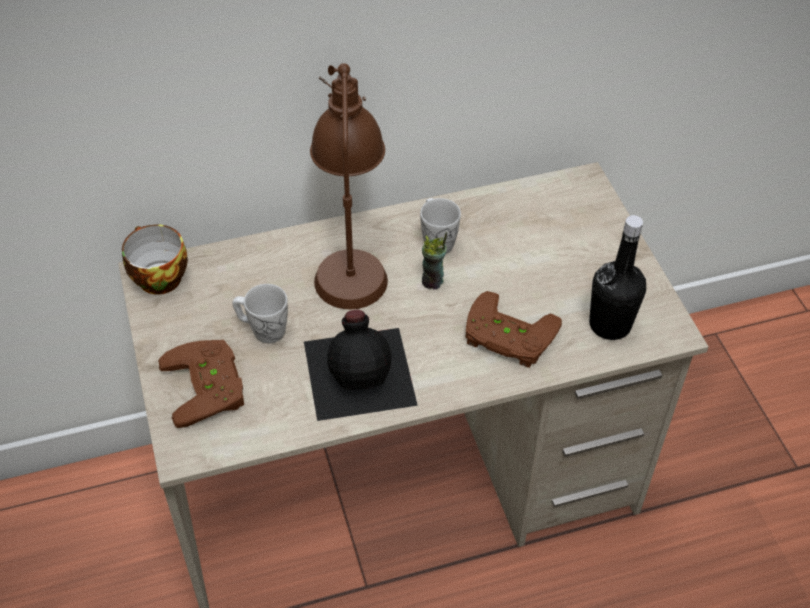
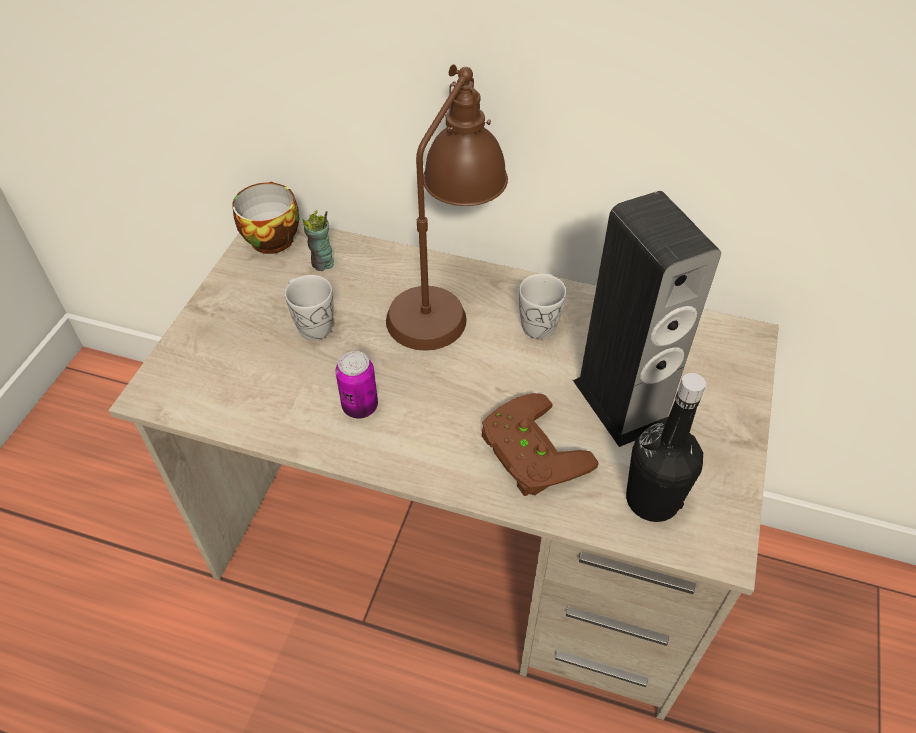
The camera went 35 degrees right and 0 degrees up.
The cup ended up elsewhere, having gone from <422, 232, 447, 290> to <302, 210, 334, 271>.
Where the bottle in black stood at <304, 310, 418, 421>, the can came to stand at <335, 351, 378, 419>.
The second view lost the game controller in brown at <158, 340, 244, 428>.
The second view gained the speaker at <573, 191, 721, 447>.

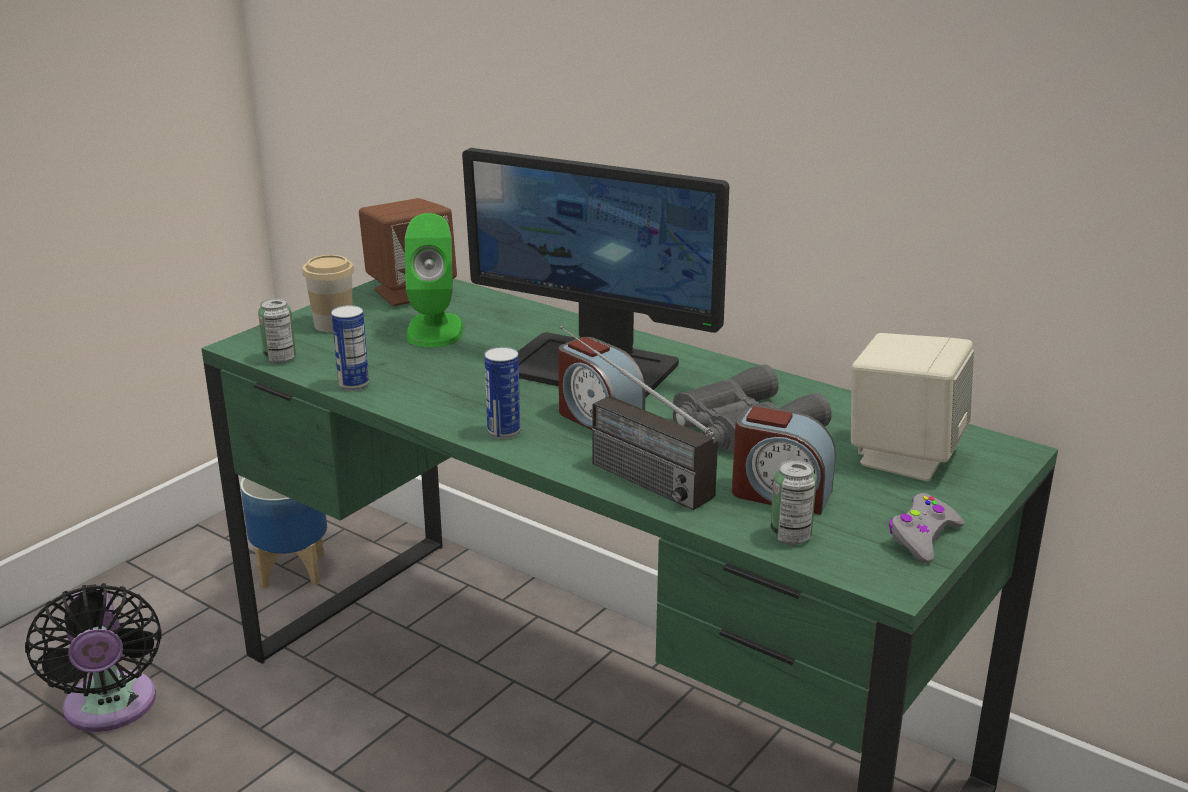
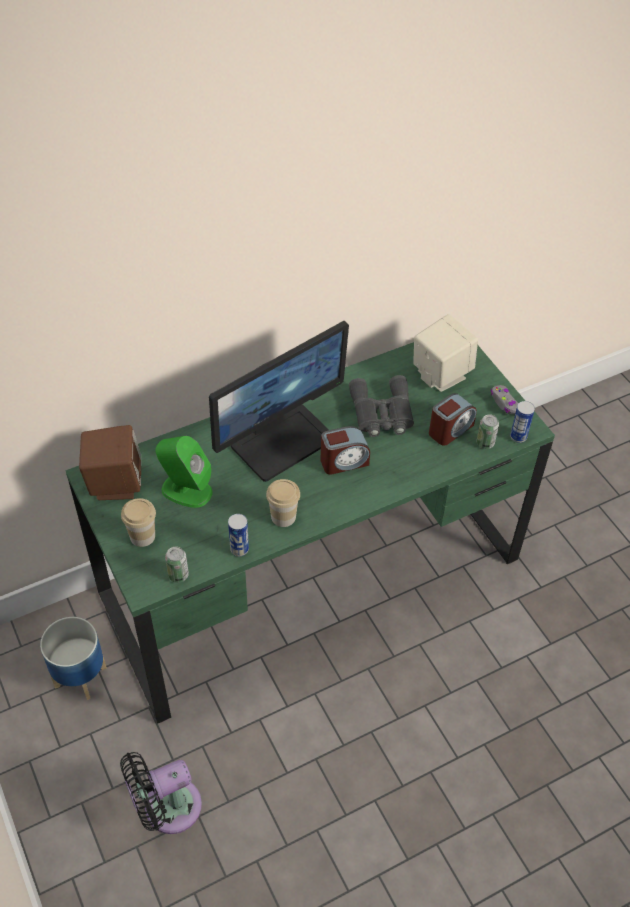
The camera went 65 degrees left and 25 degrees up.
The second view lost the radio at <560, 326, 718, 510>.
The can ended up elsewhere, having gone from <484, 347, 521, 439> to <510, 401, 535, 443>.
The fan in black at <25, 583, 162, 732> ended up facing another way, 150 degrees clockwise from before.
The second view gained the cup at <266, 479, 300, 527>.

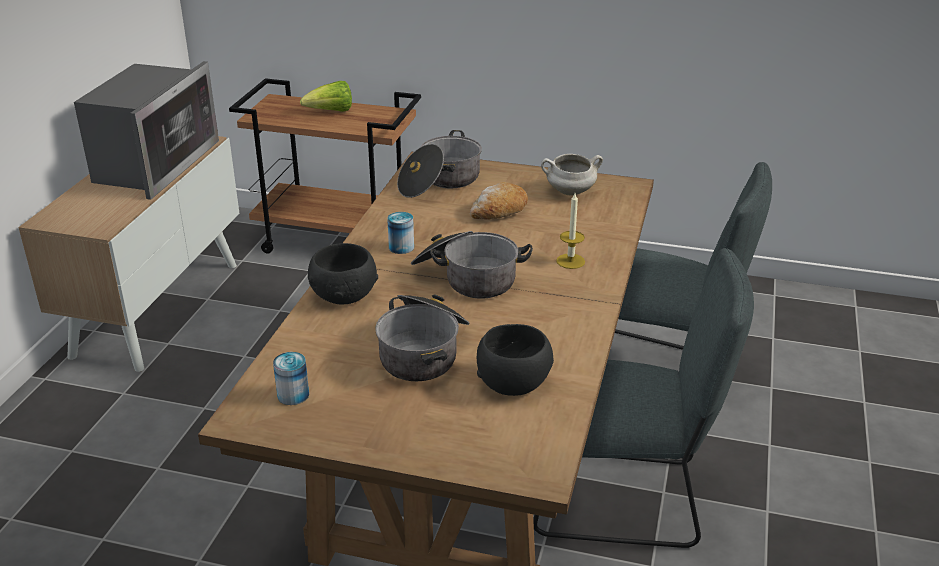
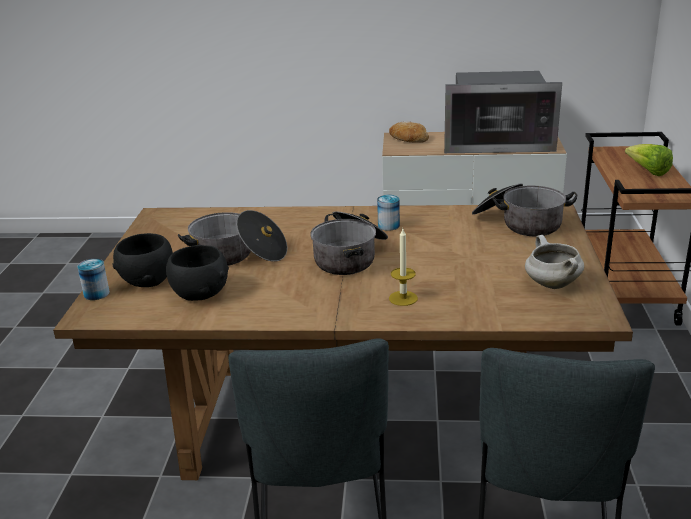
The camera went 80 degrees right and 5 degrees down.
The bread ended up elsewhere, having gone from <470, 182, 528, 220> to <389, 121, 429, 143>.
The bowl in black ended up elsewhere, having gone from <308, 243, 378, 305> to <112, 233, 173, 287>.
The can ended up elsewhere, having gone from <273, 352, 309, 405> to <77, 259, 110, 300>.

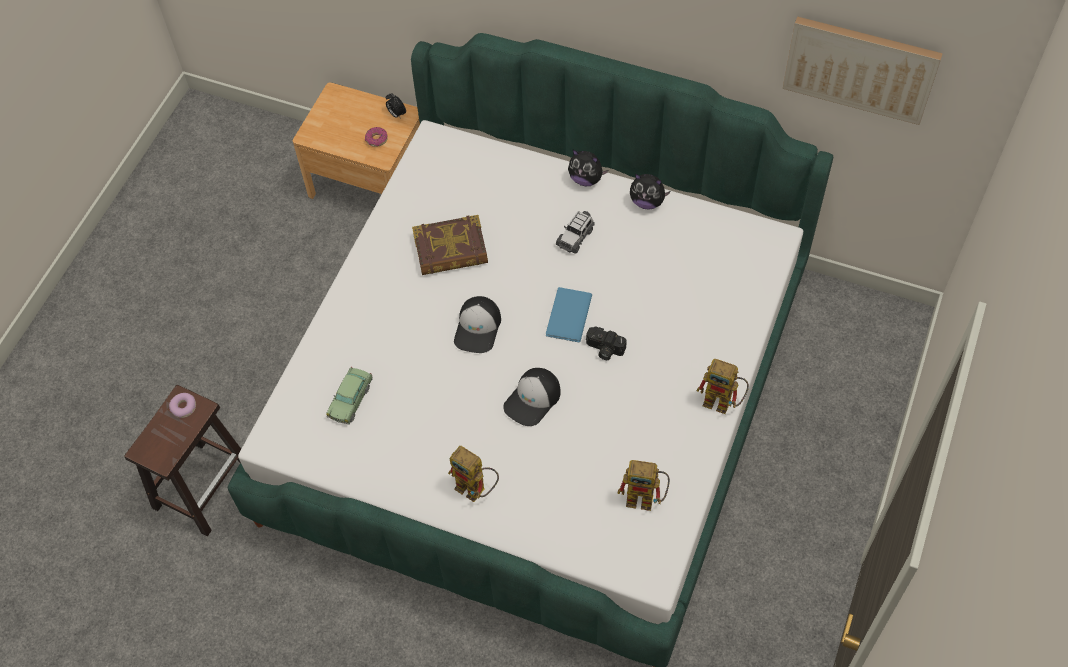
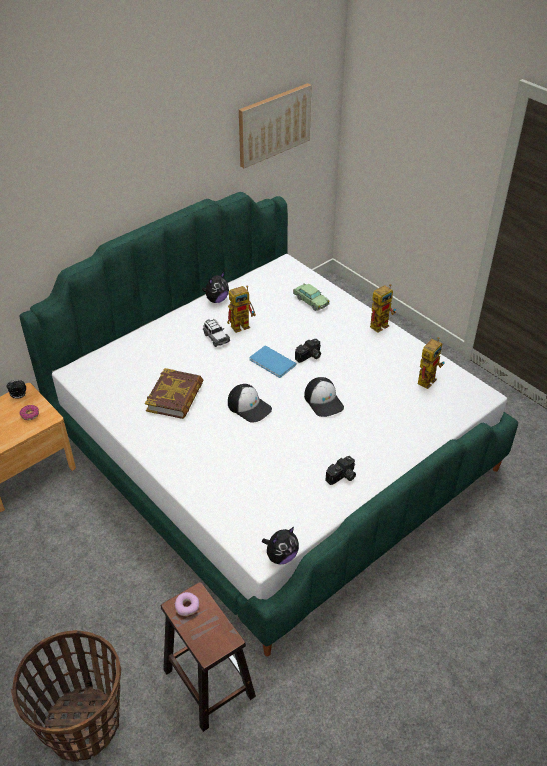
The camera went 65 degrees left and 15 degrees down.
The plush toy ended up elsewhere, having gone from <568, 150, 608, 186> to <262, 527, 299, 565>.
The toy car ended up elsewhere, having gone from <326, 367, 373, 425> to <293, 283, 330, 311>.
The toy robot ended up elsewhere, having gone from <448, 446, 499, 502> to <227, 286, 256, 333>.
The second view gained the photo camera at <326, 456, 356, 485>.
The second view gained the basket at <11, 630, 121, 762>.

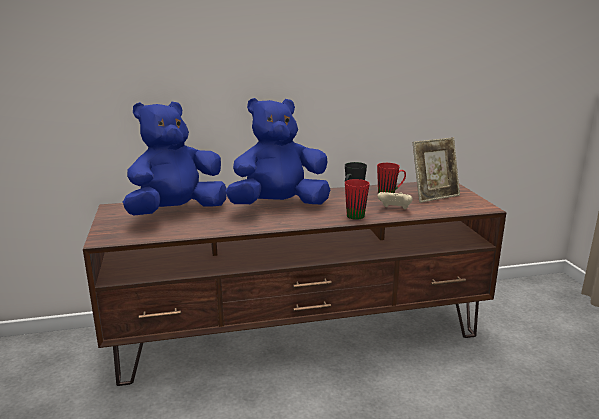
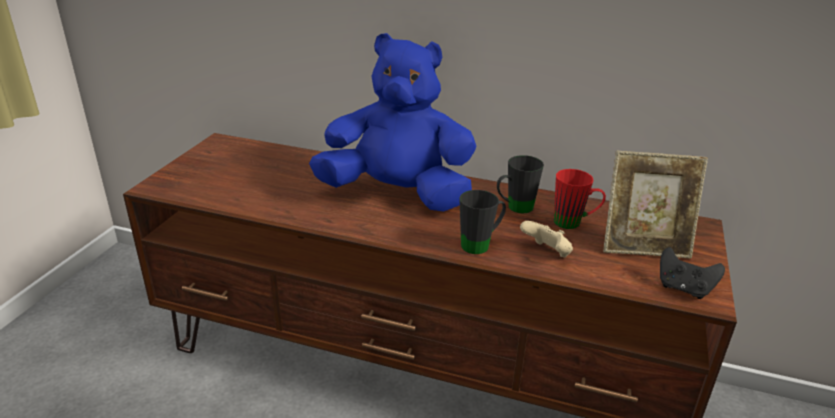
The camera went 30 degrees right and 10 degrees up.
The second view lost the plush toy in blue at <123, 102, 227, 215>.
What was the mug in red at <345, 179, 370, 220> turned into the mug in black at <459, 190, 506, 254>.
The second view gained the game controller in black at <660, 247, 725, 299>.

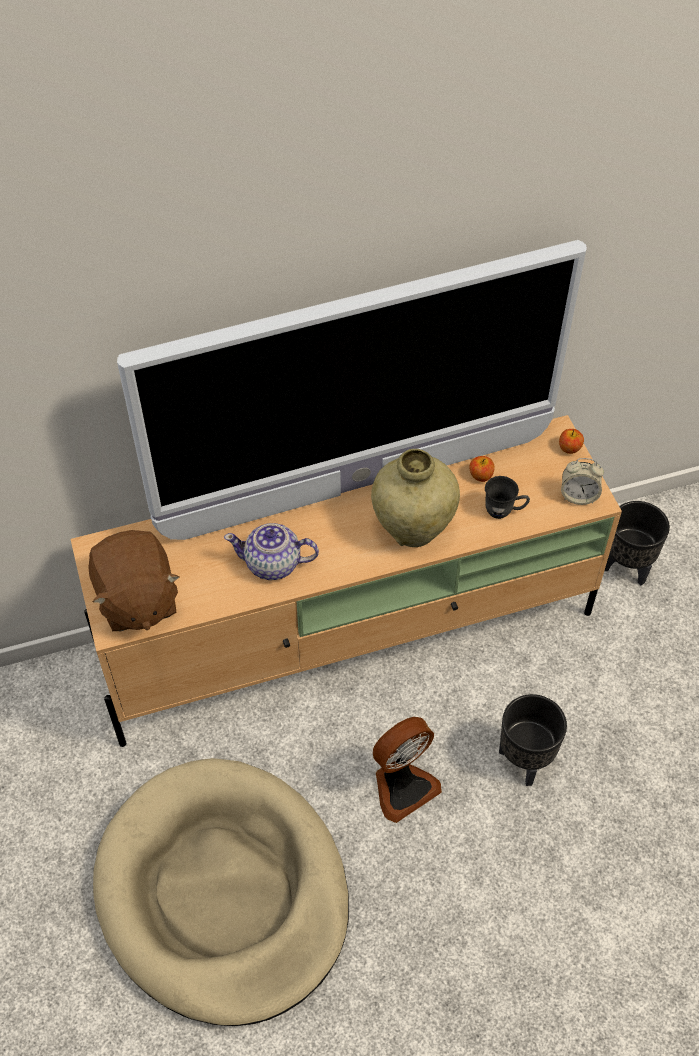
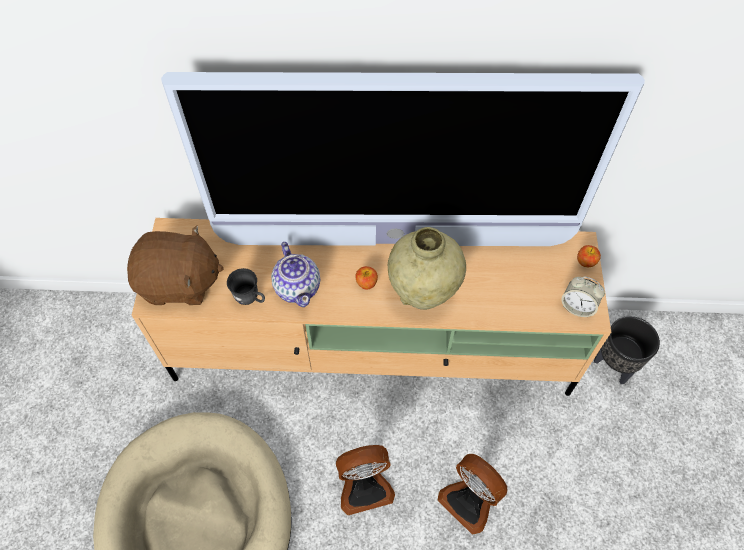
The camera went 20 degrees right and 5 degrees up.
The apple ended up elsewhere, having gone from <469, 456, 495, 482> to <356, 266, 378, 290>.
The mug in grey ended up elsewhere, having gone from <485, 476, 530, 519> to <227, 268, 265, 305>.
The teapot at <224, 523, 319, 580> ended up facing another way, 135 degrees counterclockwise from before.
The plush toy in brown at <88, 530, 179, 631> ended up facing another way, 90 degrees counterclockwise from before.
Where the planter in black stood at <499, 694, 567, 786>, the fan came to stand at <437, 454, 508, 535>.

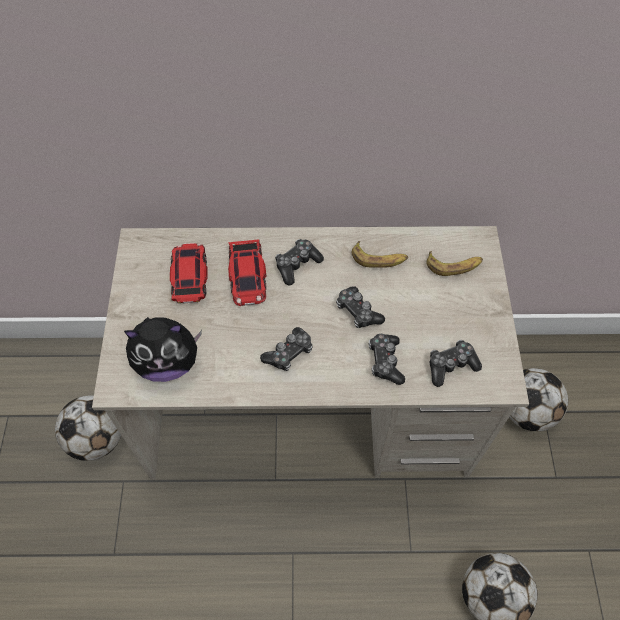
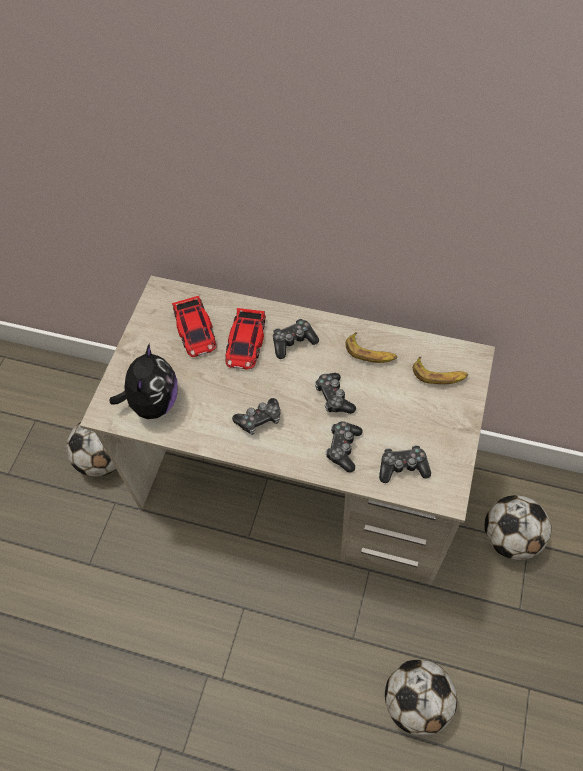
The camera went 20 degrees right and 0 degrees up.
The toy car at <170, 243, 208, 303> ended up facing another way, 150 degrees clockwise from before.
The plush toy at <124, 317, 202, 382> ended up facing another way, 90 degrees counterclockwise from before.

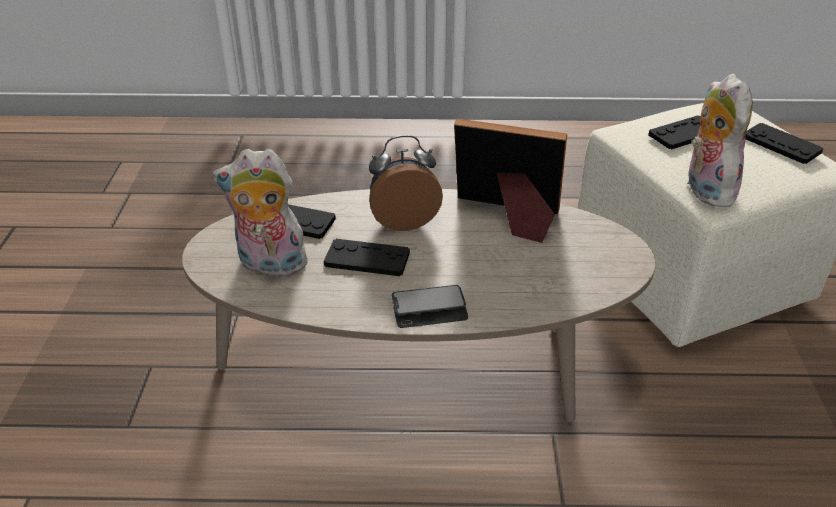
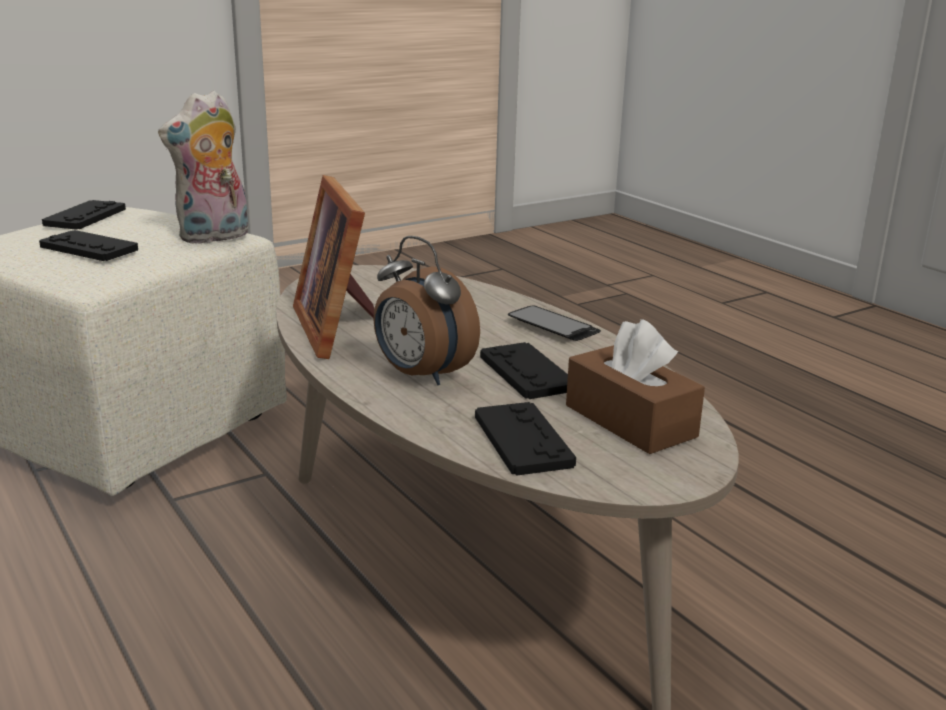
The camera went 125 degrees left and 15 degrees down.
Where the plush toy stood at <213, 149, 310, 278>, the tissue box in brown came to stand at <566, 319, 705, 454>.

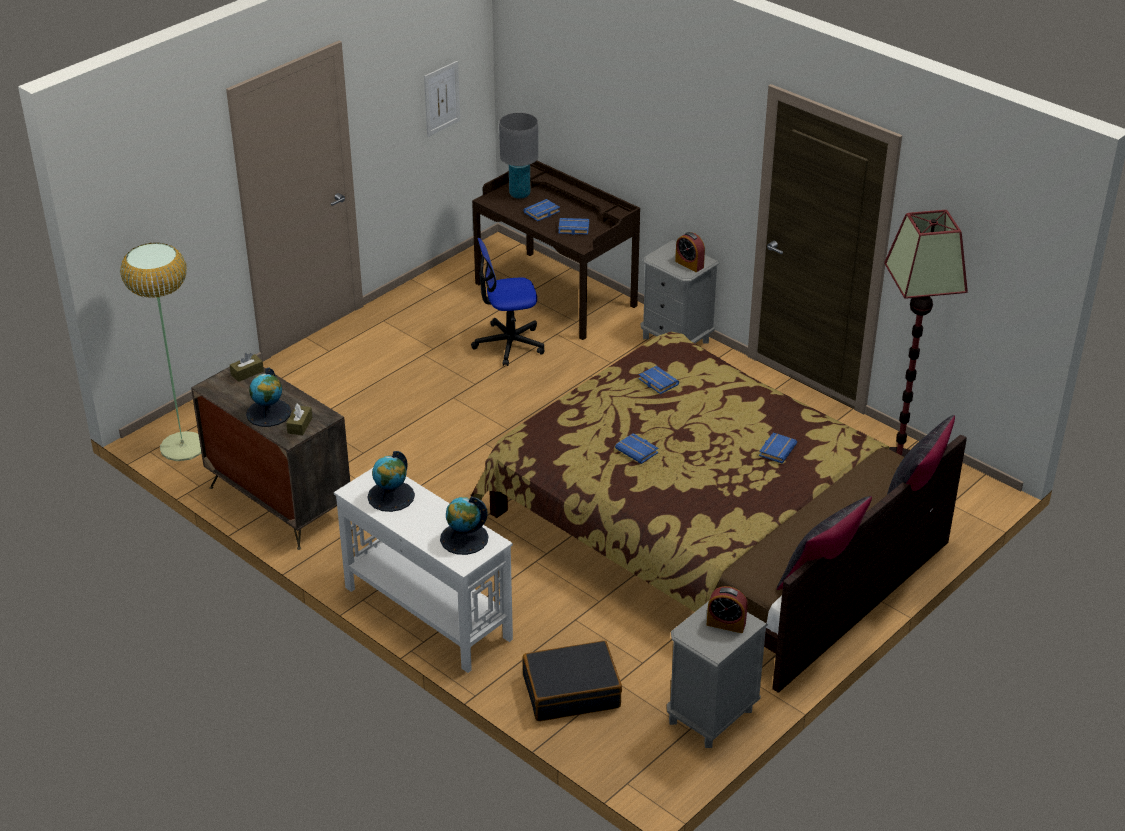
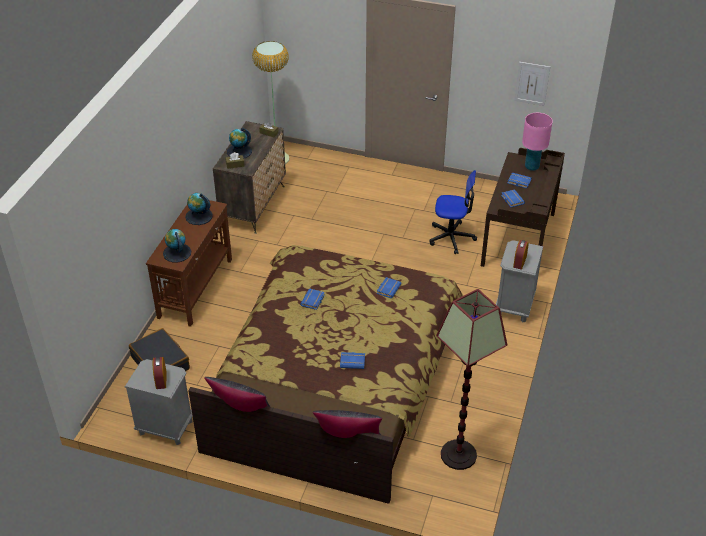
The camera went 65 degrees right and 5 degrees up.
What was the table lamp in grey at <499, 112, 538, 199> turned into the table lamp in pink at <522, 113, 553, 171>.
The office chair at <471, 238, 544, 366> ended up facing another way, 135 degrees clockwise from before.
What was the console table in white at <334, 468, 513, 673> turned into the console table in brown at <146, 200, 232, 327>.

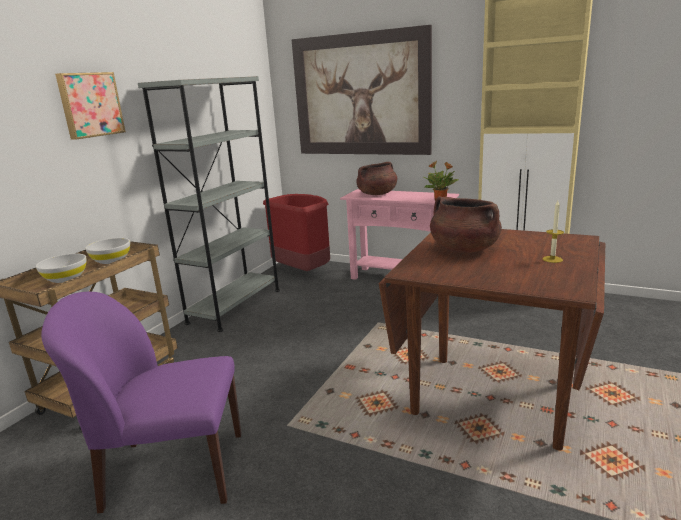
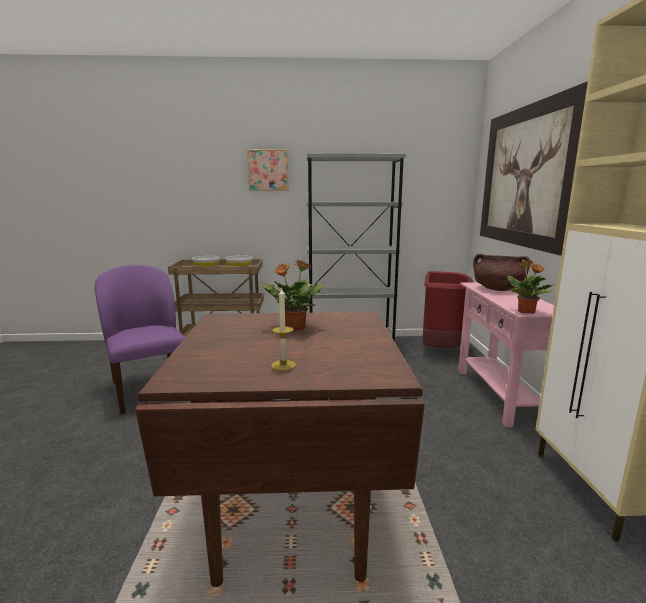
The camera went 60 degrees right and 5 degrees down.
Where the cooking pot in brown stood at <430, 197, 502, 253>, the potted plant came to stand at <261, 260, 326, 331>.

